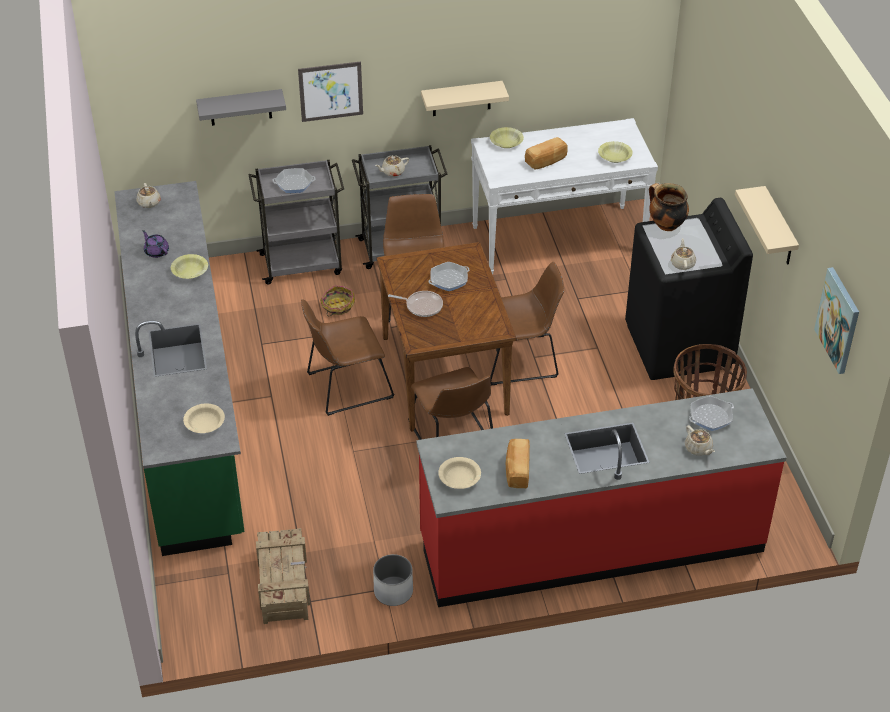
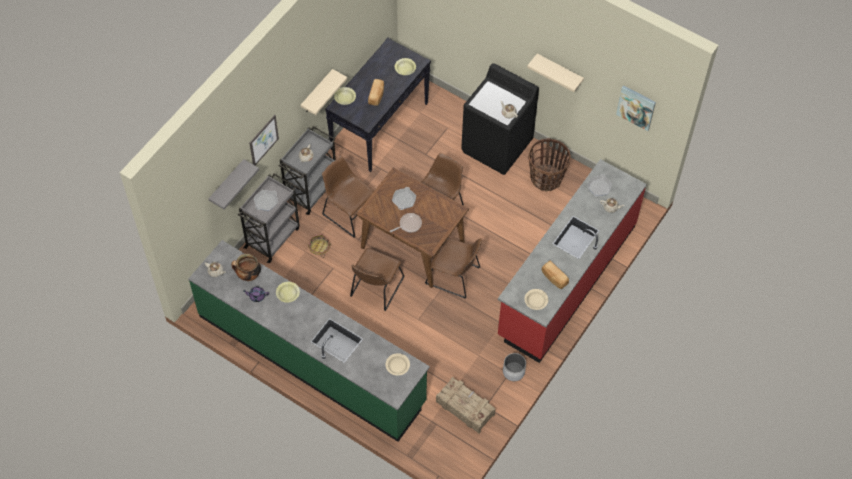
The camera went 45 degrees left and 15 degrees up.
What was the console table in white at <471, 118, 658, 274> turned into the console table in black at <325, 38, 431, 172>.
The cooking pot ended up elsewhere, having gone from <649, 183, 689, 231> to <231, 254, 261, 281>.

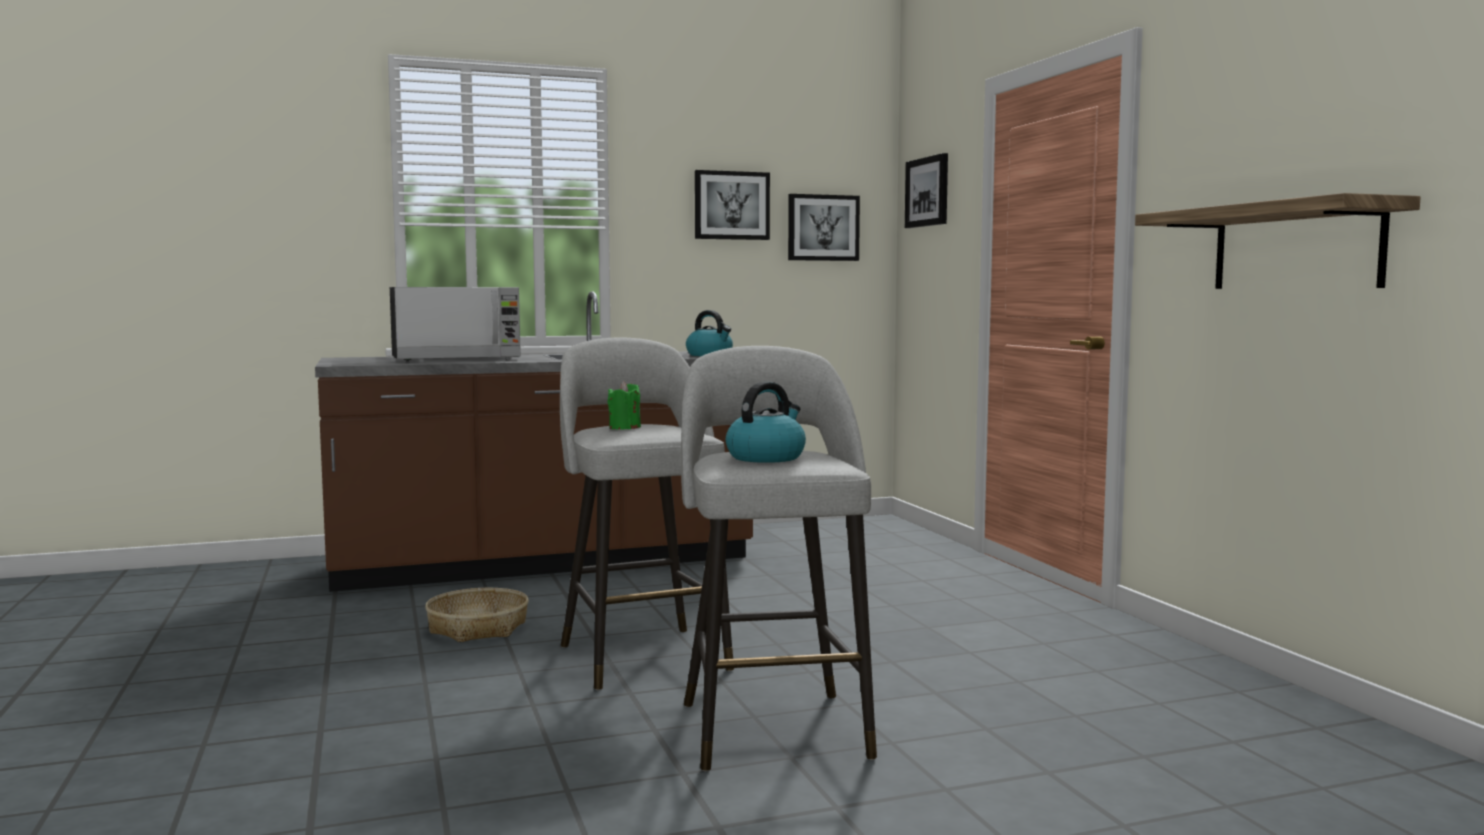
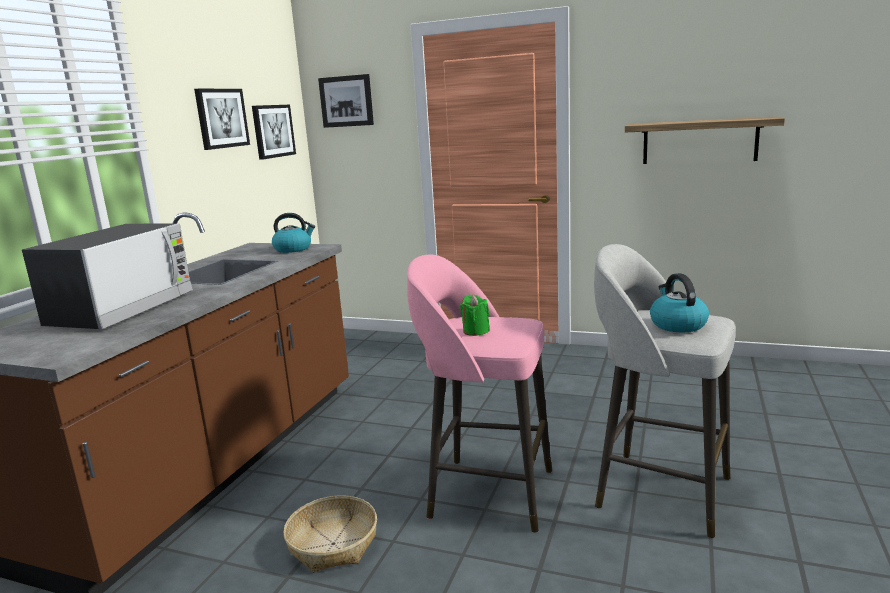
The camera went 50 degrees left and 10 degrees up.
What was the stool in grey at <560, 337, 734, 690> turned into the stool in pink at <407, 255, 552, 533>.

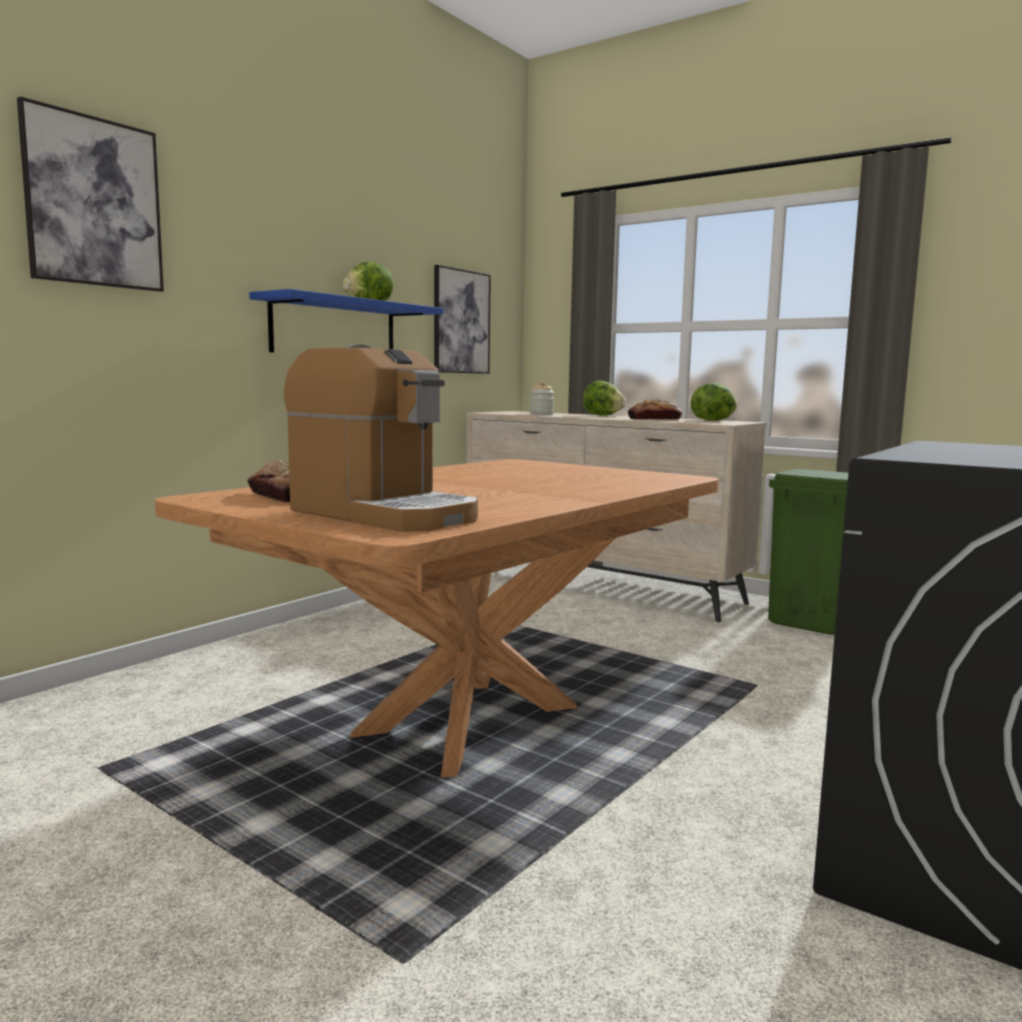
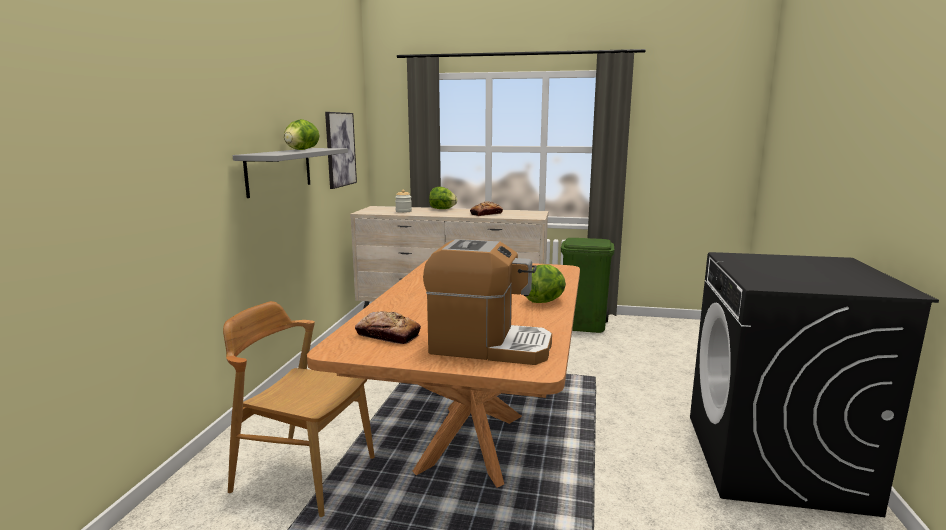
The camera went 25 degrees left and 5 degrees up.
The second view lost the picture at <17, 96, 164, 292>.
What was the shelf in blue at <249, 289, 443, 352> turned into the shelf in grey at <233, 148, 348, 198>.
The lettuce ended up elsewhere, having gone from <691, 382, 737, 421> to <526, 264, 566, 303>.
The second view gained the chair in brown at <223, 301, 375, 517>.

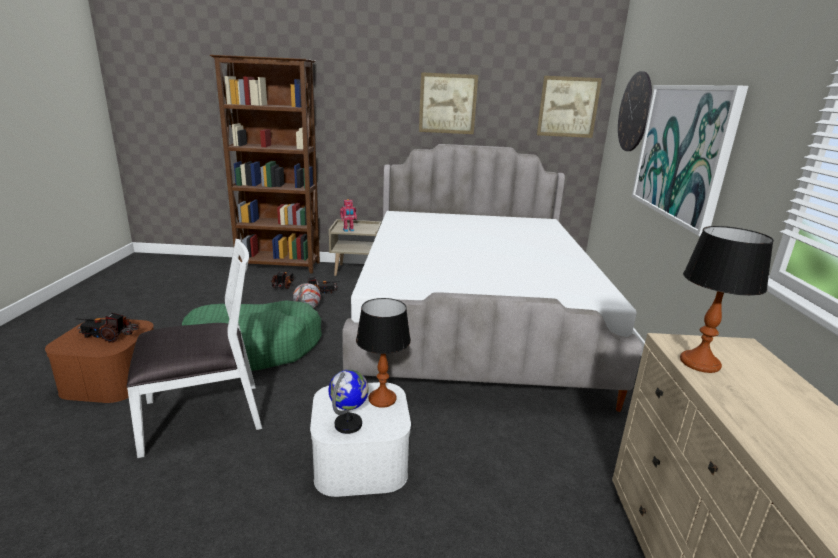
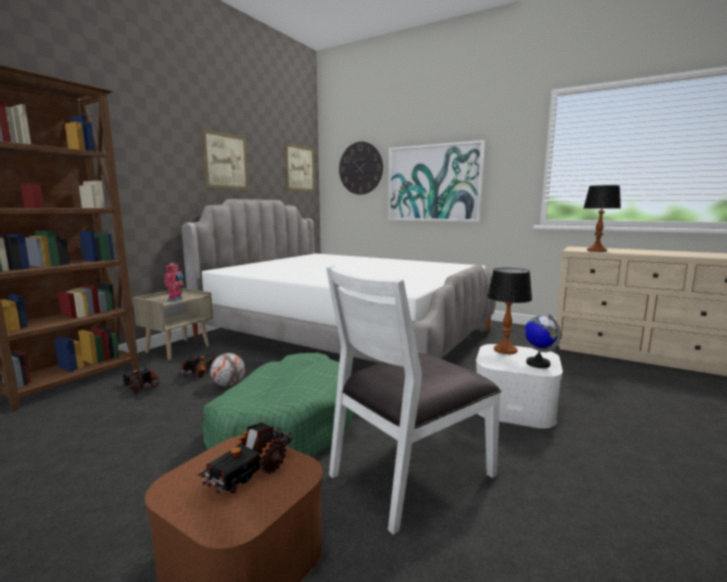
The camera went 60 degrees left and 10 degrees down.
The chair in white at <126, 239, 262, 458> ended up facing another way, 135 degrees counterclockwise from before.

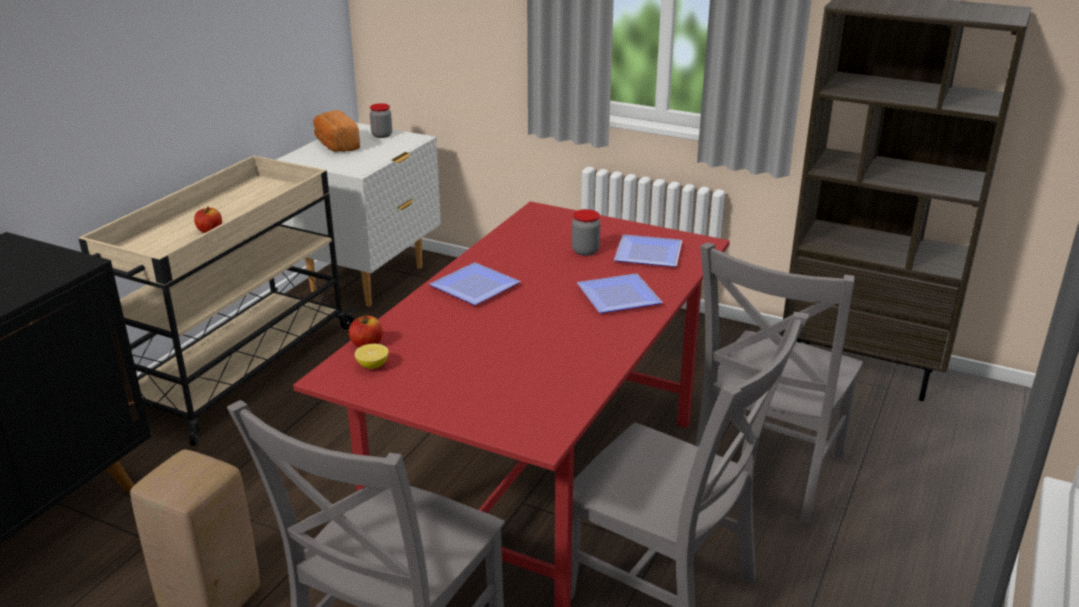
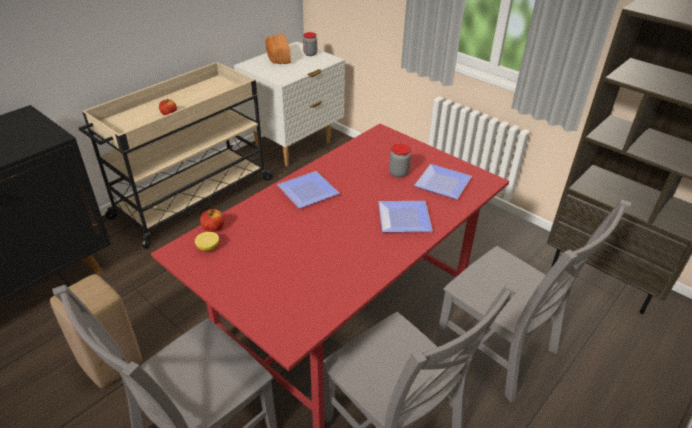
The camera went 15 degrees right and 10 degrees up.
The chair in grey at <695, 242, 863, 528> ended up facing another way, 90 degrees counterclockwise from before.

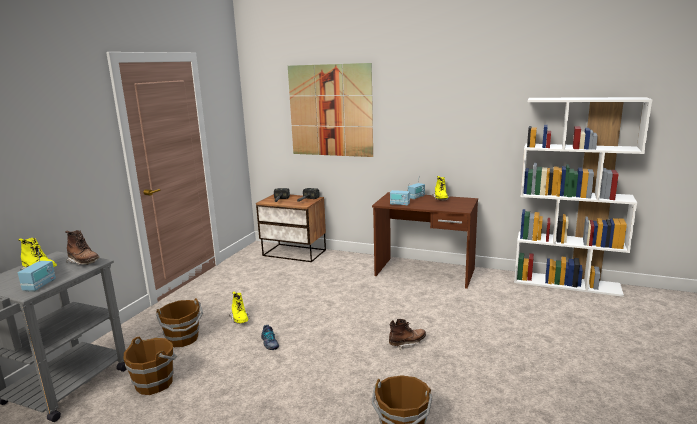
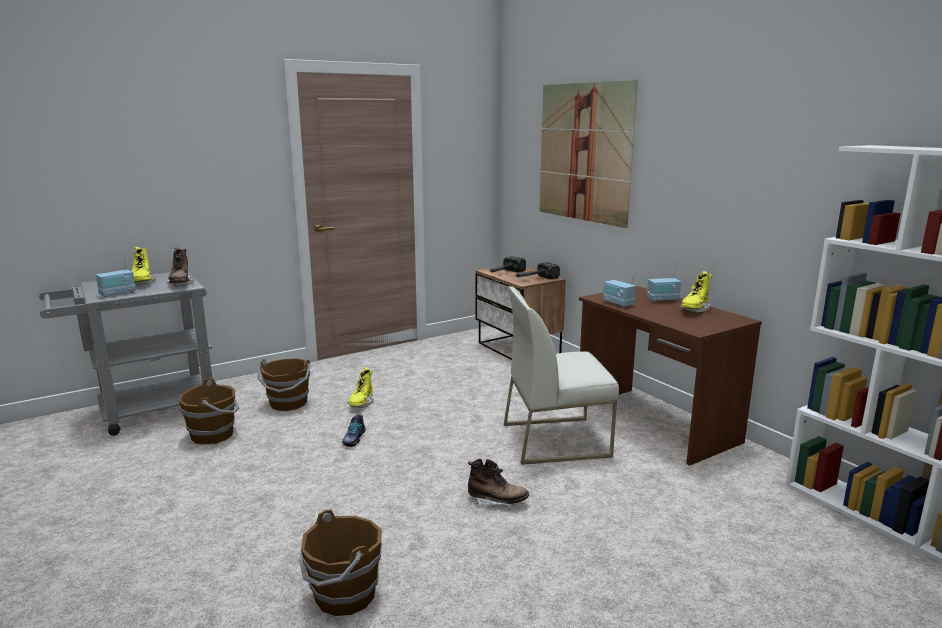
The camera went 35 degrees right and 0 degrees up.
The second view gained the chair in white at <504, 286, 619, 465>.

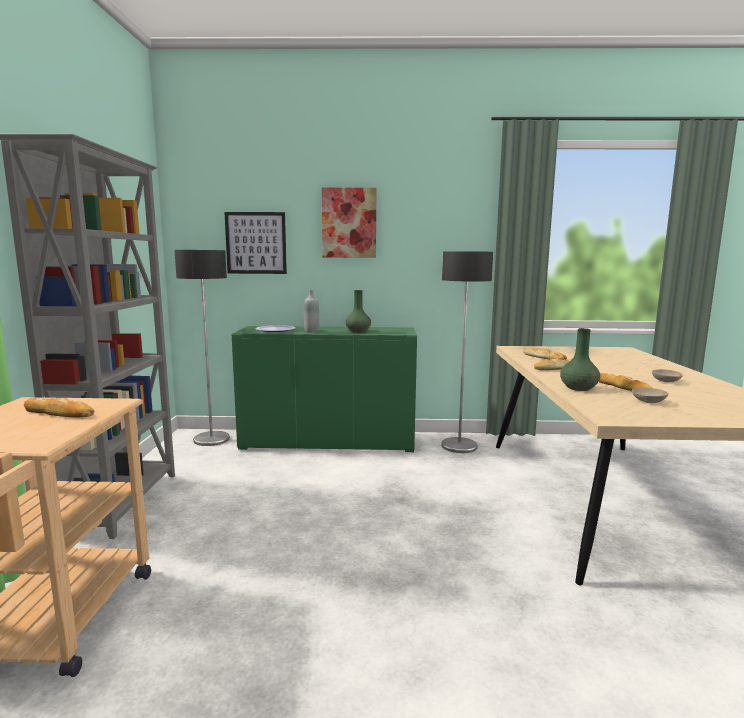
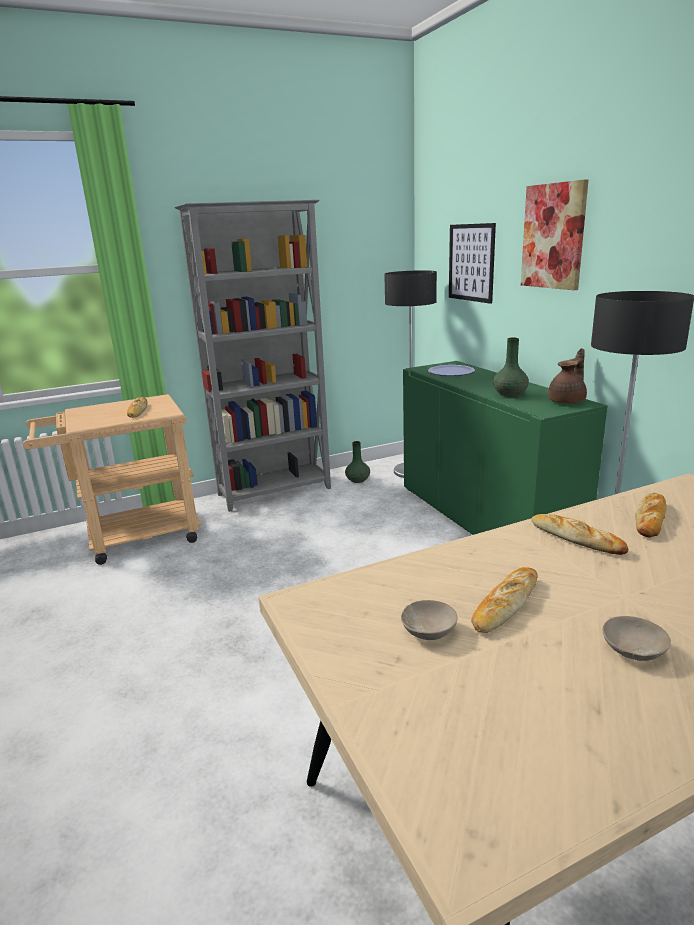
The camera went 65 degrees right and 10 degrees up.
The second view lost the bottle in grey at <304, 290, 319, 332>.
The vase in green ended up elsewhere, having gone from <560, 328, 600, 391> to <345, 441, 370, 483>.
The second view gained the teapot in brown at <548, 348, 587, 404>.

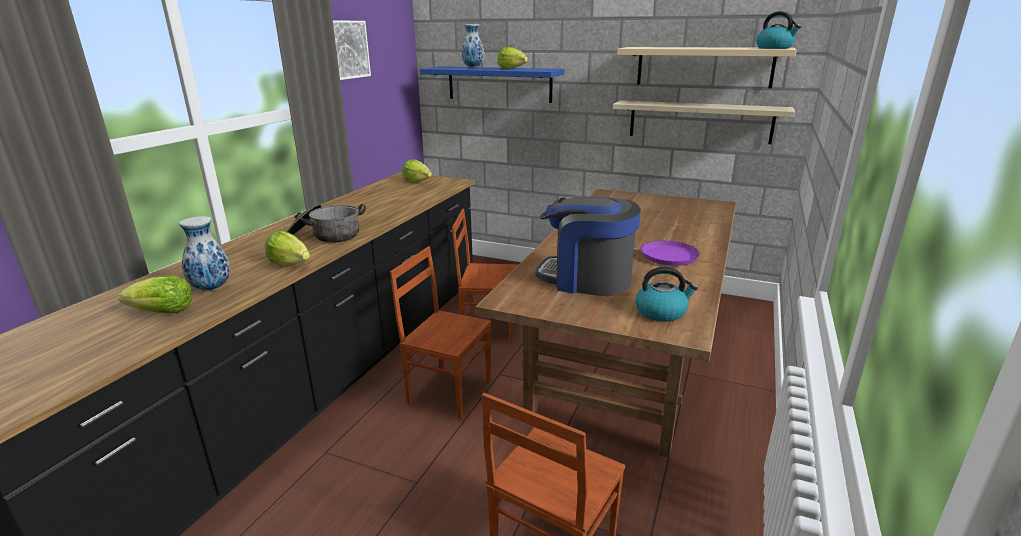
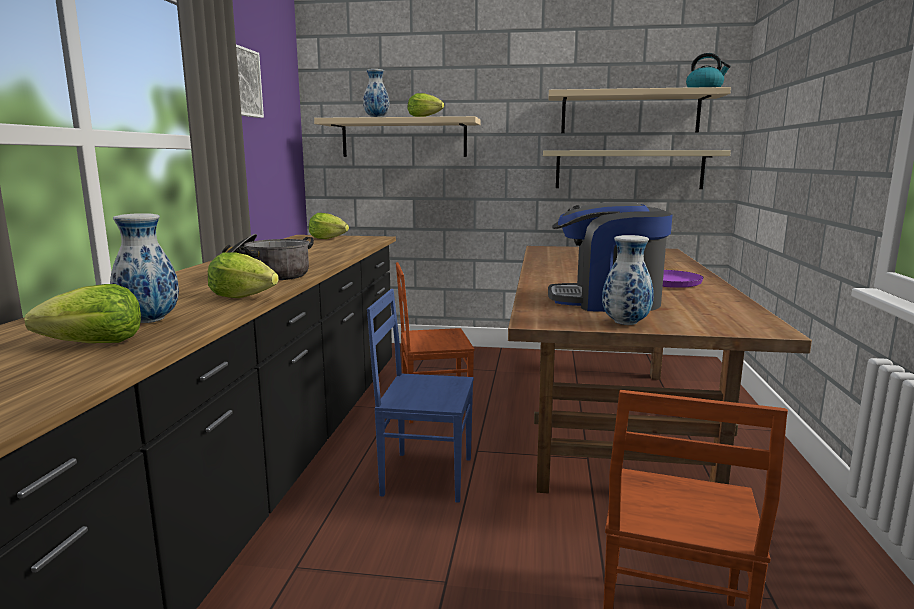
The camera went 15 degrees left and 10 degrees down.
What was the shelf in blue at <420, 66, 565, 103> turned into the shelf in beige at <314, 116, 480, 157>.
What was the chair in brown at <390, 246, 492, 419> turned into the chair in blue at <367, 289, 474, 503>.
The second view lost the kettle at <636, 267, 698, 322>.
The second view gained the vase at <602, 235, 653, 325>.

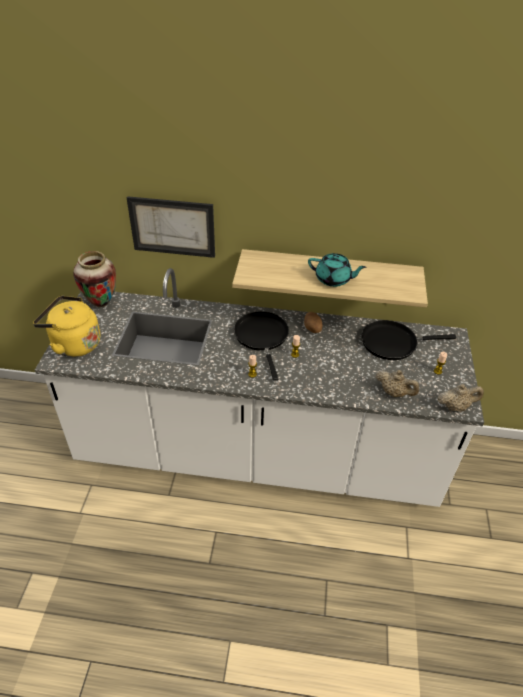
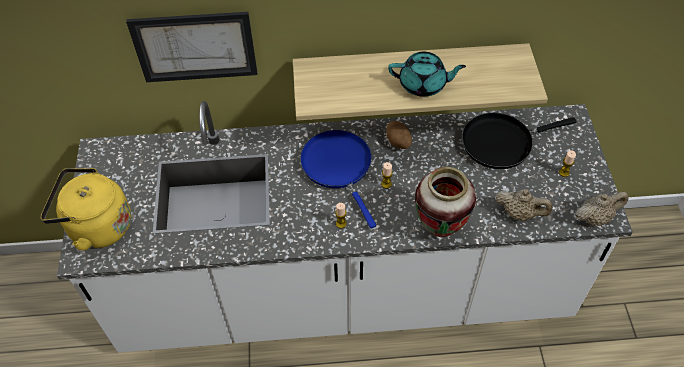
The camera went 10 degrees left and 10 degrees up.
The vase ended up elsewhere, having gone from <73, 251, 116, 307> to <415, 167, 476, 237>.
What was the frying pan in black at <234, 311, 289, 381> turned into the frying pan in blue at <300, 130, 376, 228>.

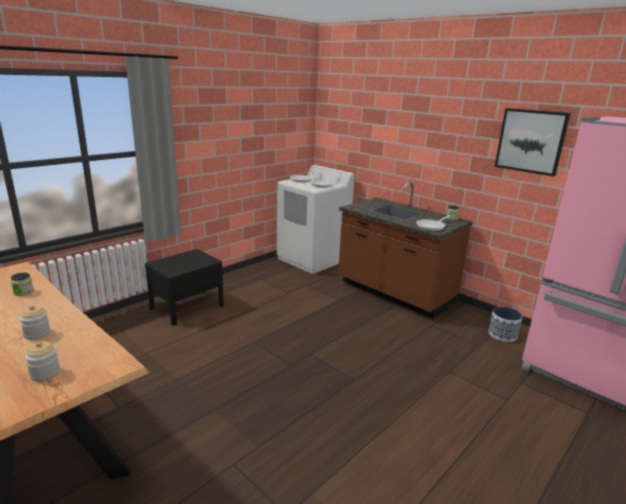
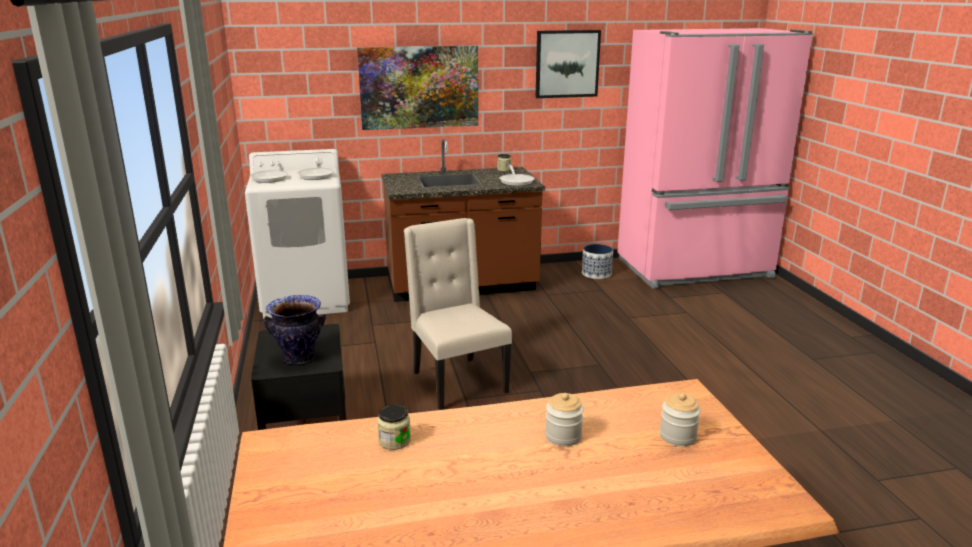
The camera went 55 degrees left and 0 degrees up.
The second view gained the picture at <357, 46, 478, 130>.
The second view gained the chair in beige at <404, 218, 512, 410>.
The second view gained the vase at <264, 295, 326, 364>.

